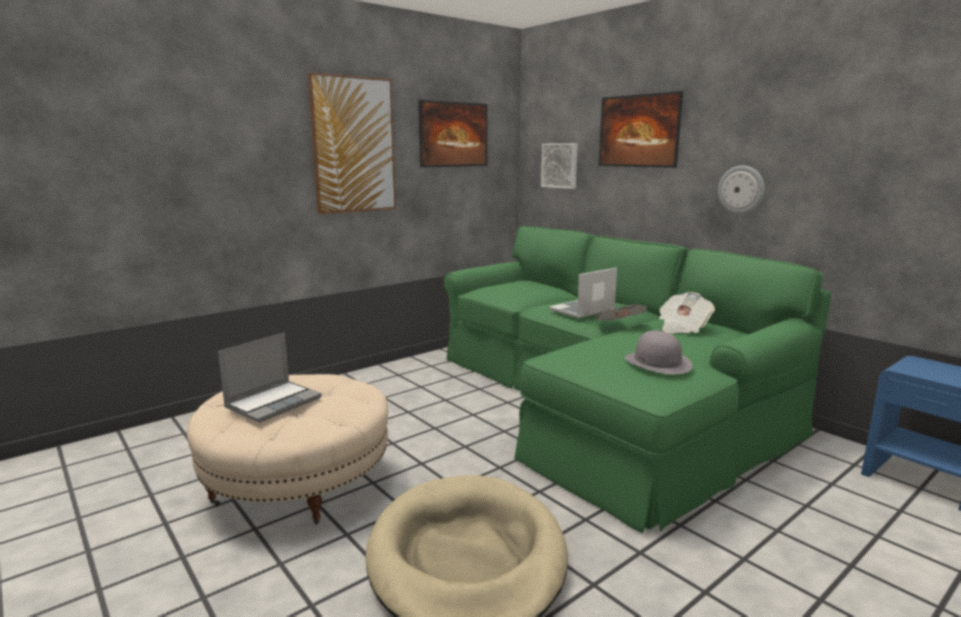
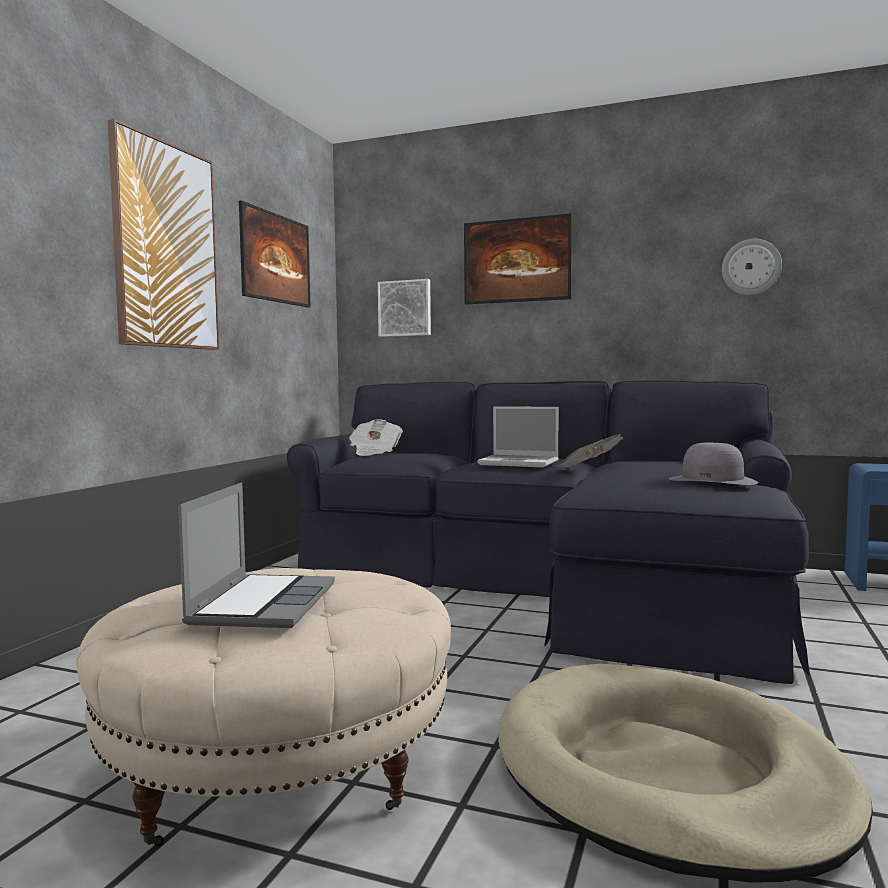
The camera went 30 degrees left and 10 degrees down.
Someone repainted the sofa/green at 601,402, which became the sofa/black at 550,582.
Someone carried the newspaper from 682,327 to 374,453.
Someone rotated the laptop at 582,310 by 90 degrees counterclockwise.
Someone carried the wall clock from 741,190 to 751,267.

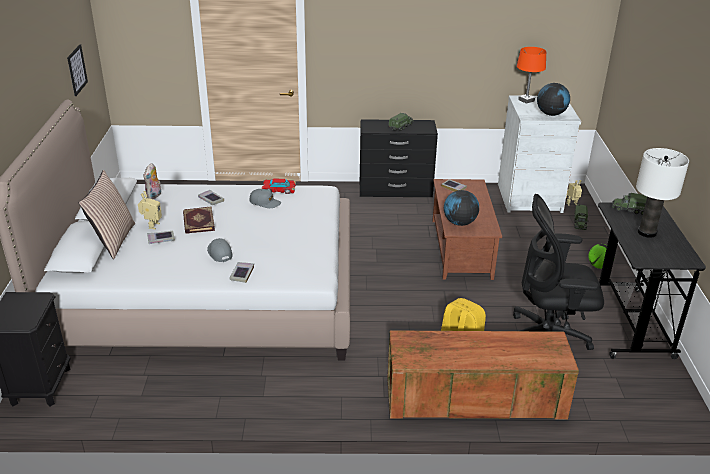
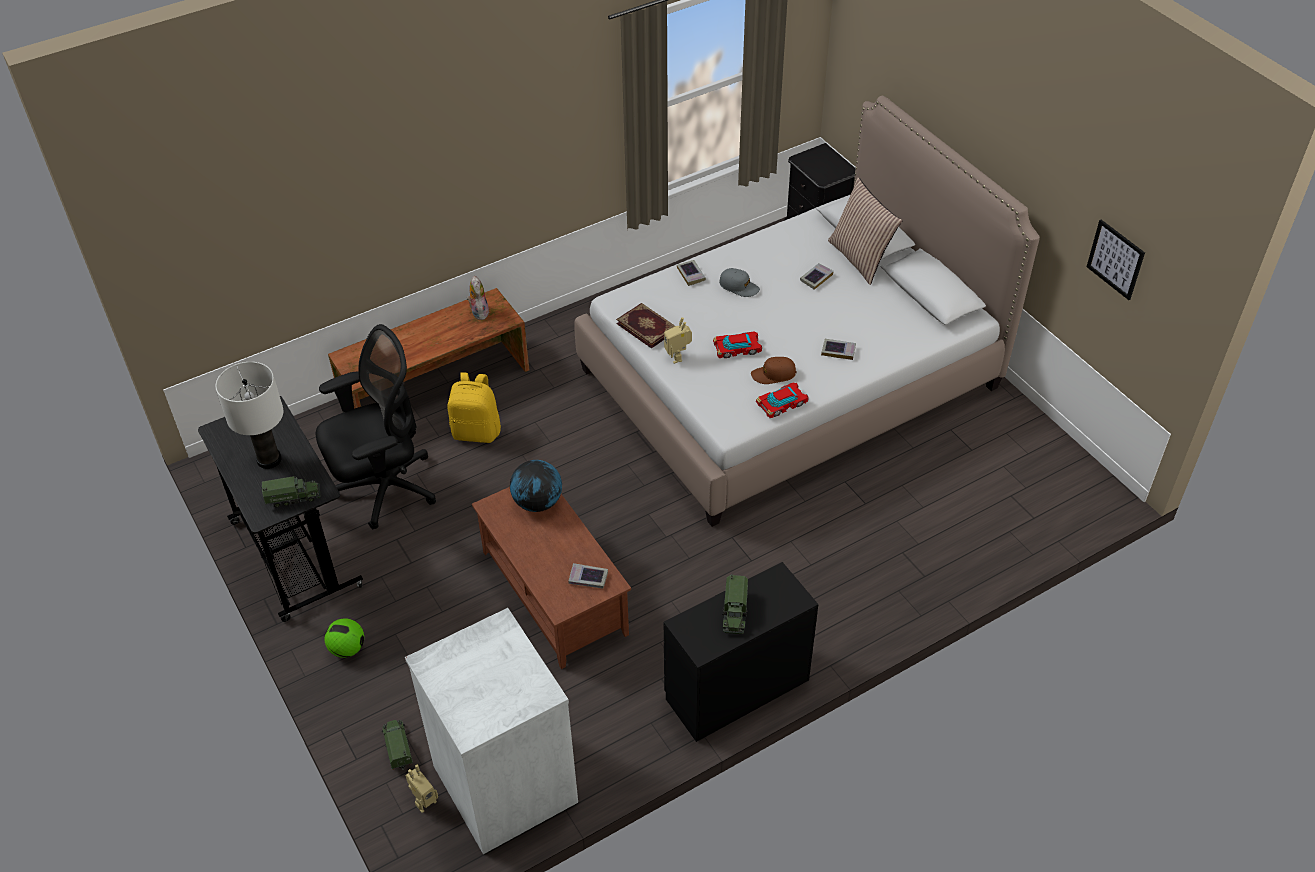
The camera went 150 degrees right and 15 degrees up.
Someone carried the plush toy from 154,196 to 478,312.
Someone carried the book from 198,222 to 647,327.
Someone carried the toy robot from 152,225 to 678,356.
Someone put down the toy car at 737,349.
Someone repainted the cap/grey at 265,202, which became the cap/brown at 773,374.
Someone took away the table lamp/orange at 526,100.
Someone took away the globe at 551,114.

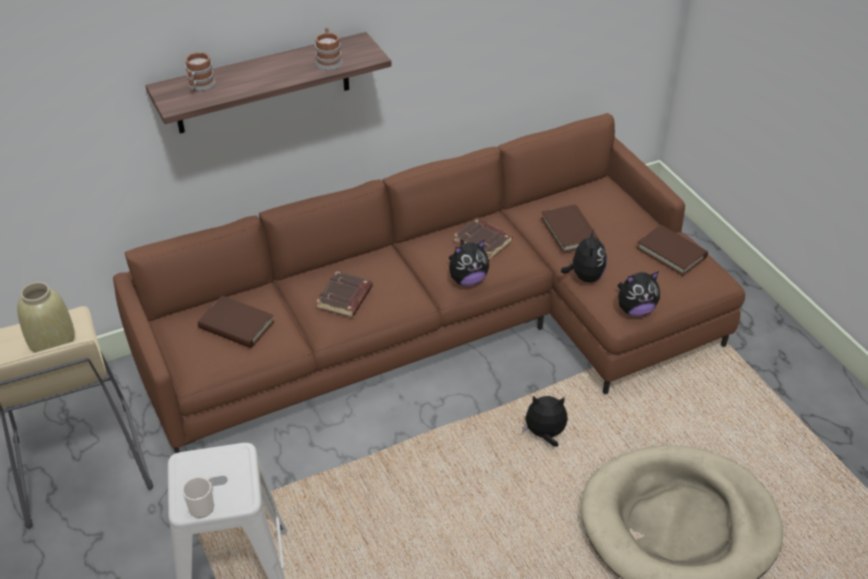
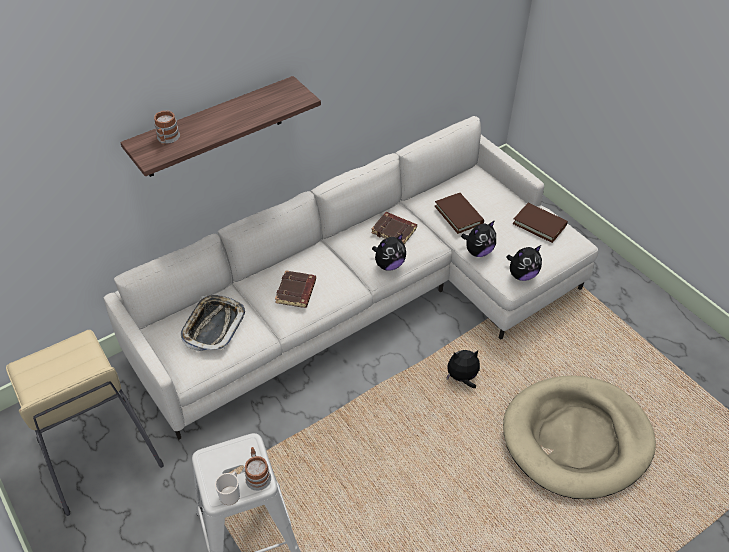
The camera went 10 degrees left and 5 degrees up.
Someone repainted the sofa/brown at 447,326, which became the sofa/white at 369,297.
Someone swapped the book/brown at 236,325 for the tray at 213,326.
Someone carried the mug from 328,61 to 257,475.
Someone rotated the plush toy at 584,276 by 60 degrees clockwise.
Someone took away the vase/beige at 53,345.

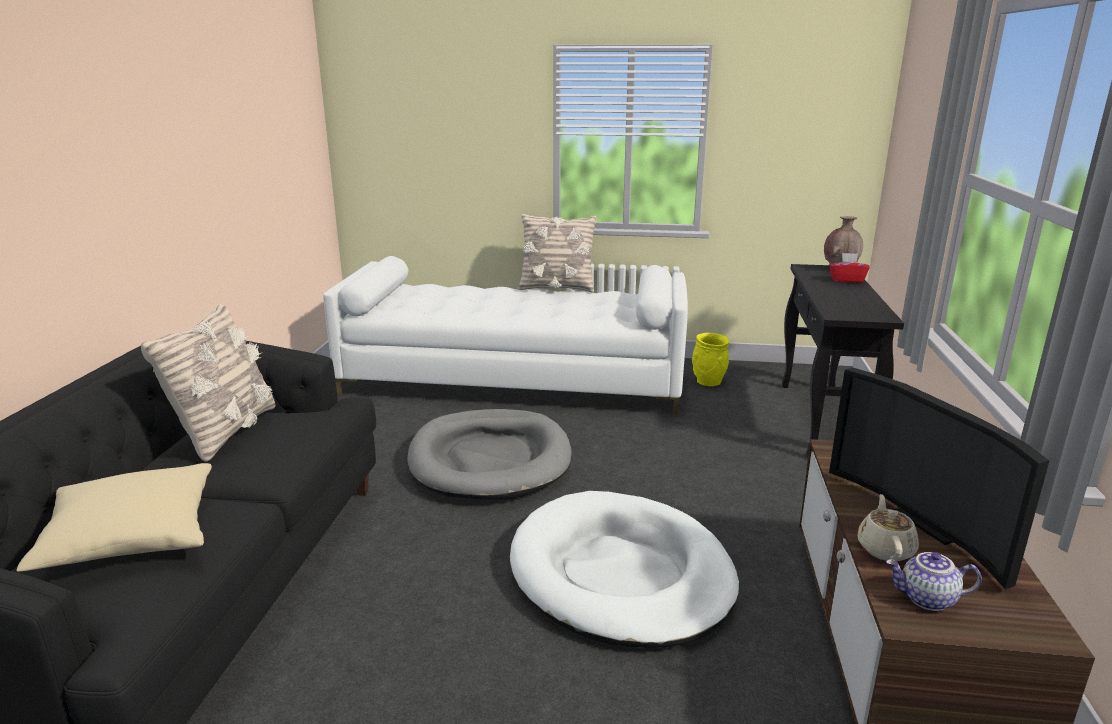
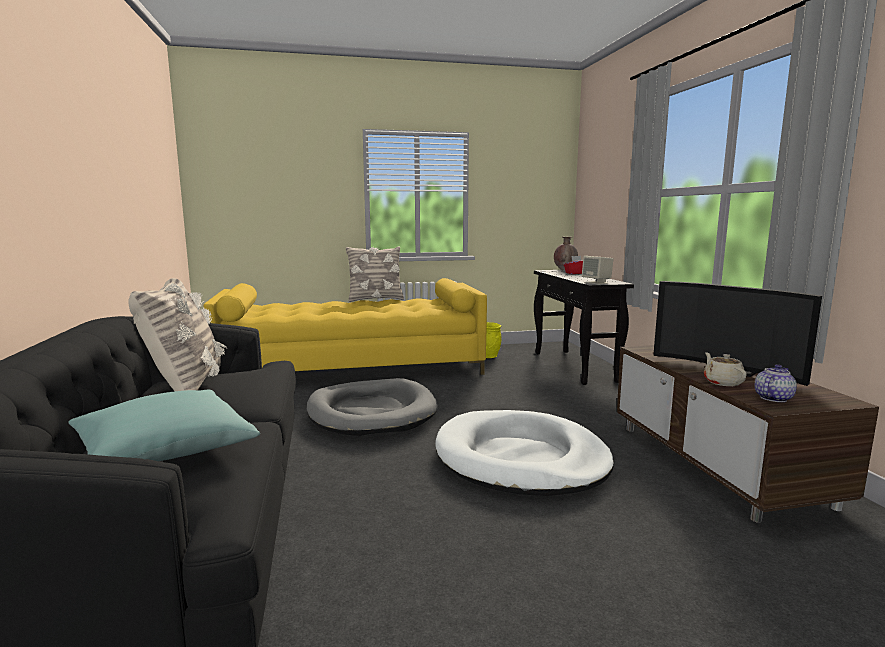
The camera went 20 degrees left and 10 degrees down.
Someone repainted the pillow/beige at 131,537, which became the pillow/turquoise at 164,451.
Someone repainted the sofa/white at 514,381, which became the sofa/yellow at 353,369.
Someone put down the speaker/beige at 596,283.
Someone rotated the teapot at 927,599 by 150 degrees clockwise.

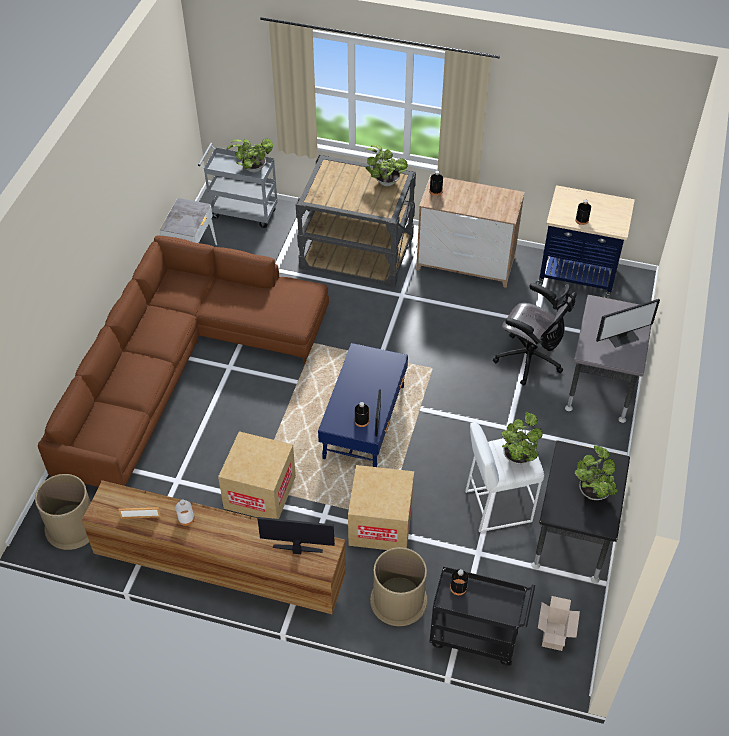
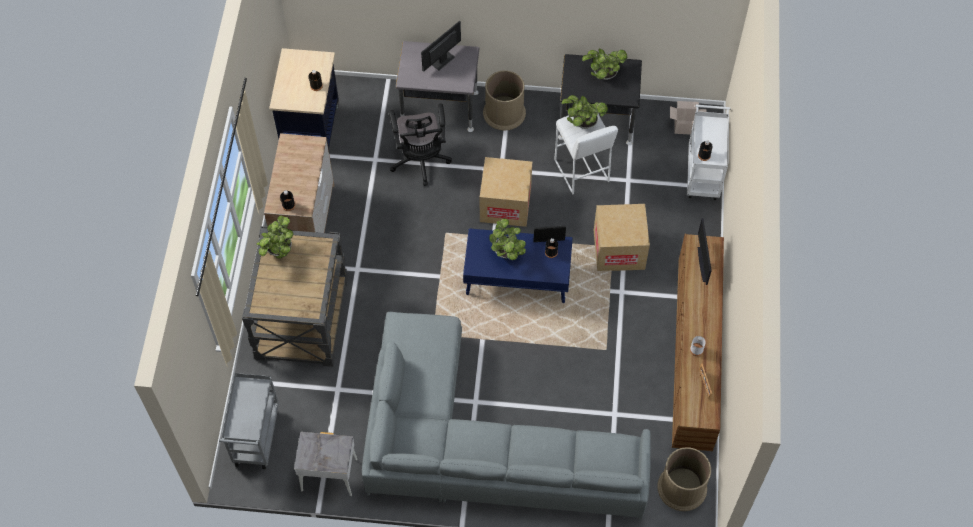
The camera went 100 degrees left and 10 degrees up.
Someone repainted the sofa/brown at 182,364, which became the sofa/grey at 480,444.
Someone rotated the office chair at 529,359 by 150 degrees clockwise.
Someone rotated the monitor at 623,337 by 105 degrees counterclockwise.
Someone carried the cardboard box from 260,492 to 505,204.
Someone carried the trash can/brown from 398,600 to 504,113.
Someone carried the potted plant from 252,169 to 507,253.
Someone repainted the cart/black at 476,640, which became the cart/white at 702,174.

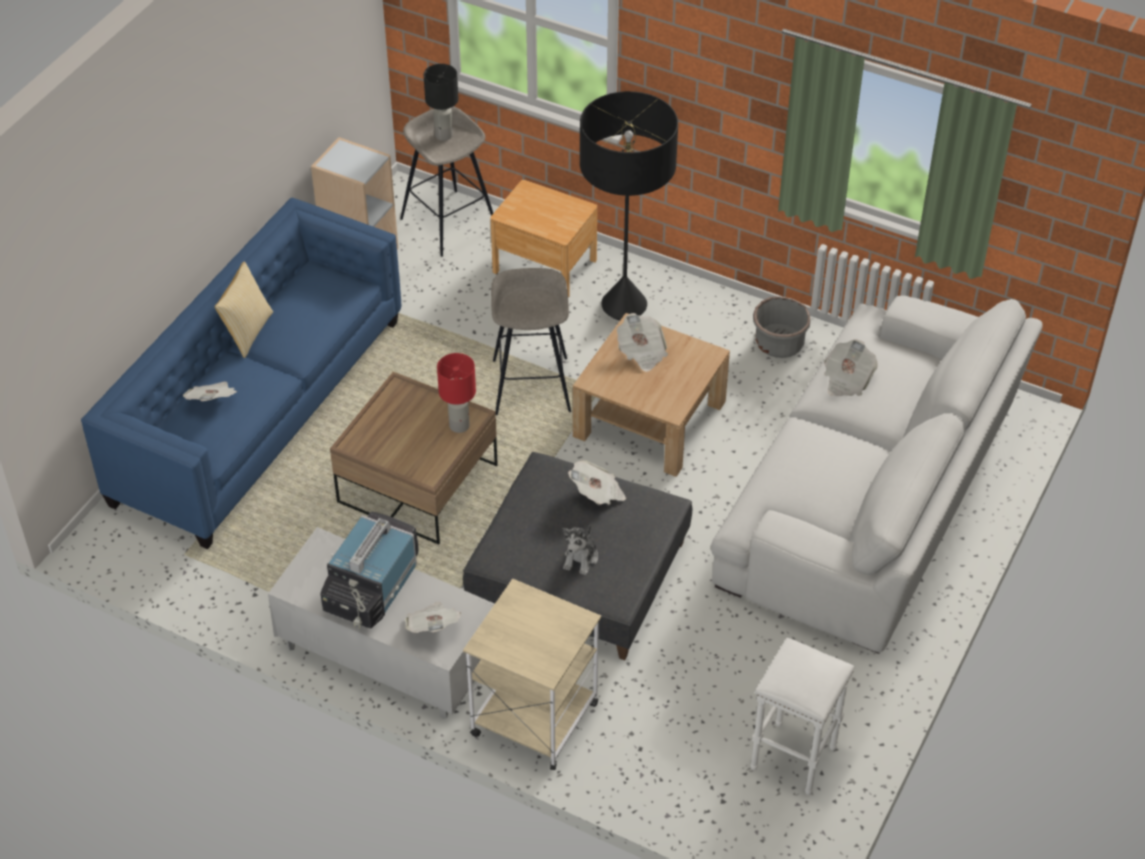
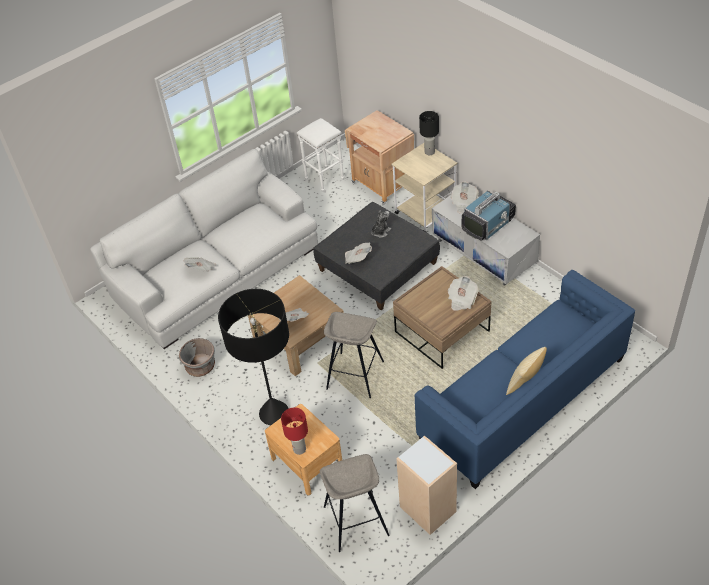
The camera went 155 degrees left and 0 degrees up.
Someone carried the table lamp/red from 459,425 to 299,449.
Someone put down the cart/brown at 383,185.
Someone carried the table lamp/black from 444,135 to 429,152.
Someone carried the newspaper from 213,401 to 461,300.

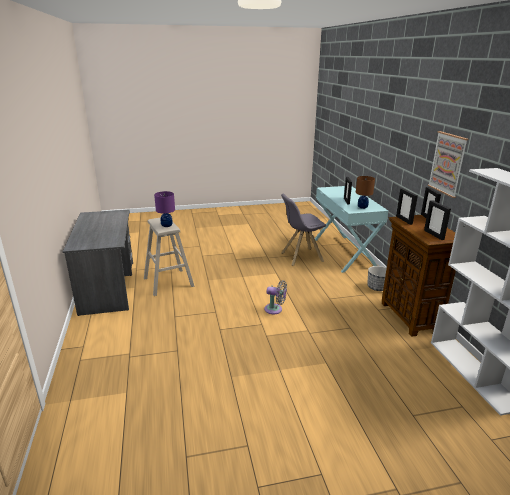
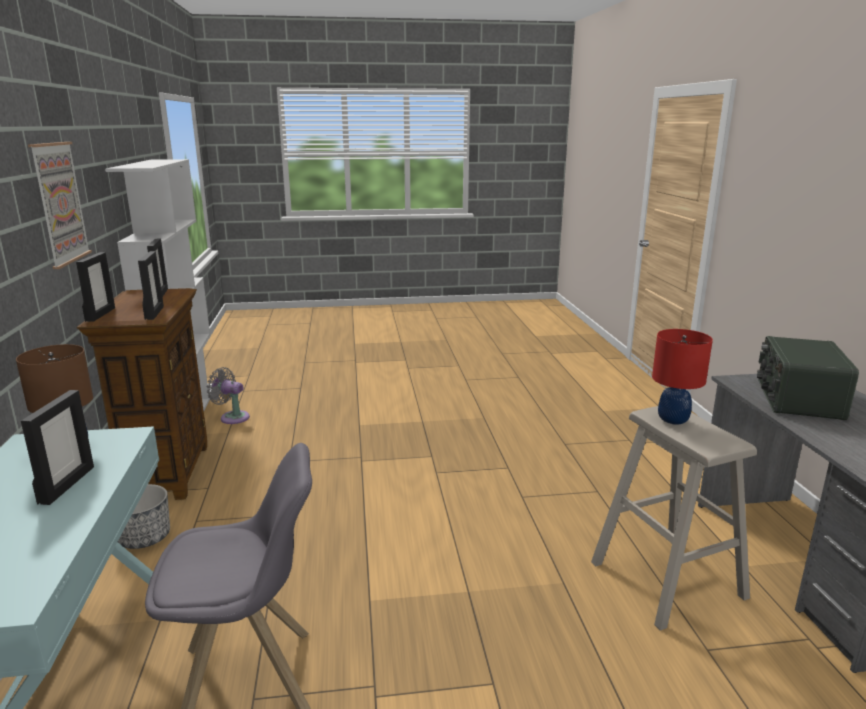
The camera went 175 degrees left and 5 degrees down.
Someone carried the fan/grey from 275,309 to 232,417.
Someone repainted the table lamp/purple at 167,226, which became the table lamp/red at 671,420.
Someone put down the radio at 797,399.

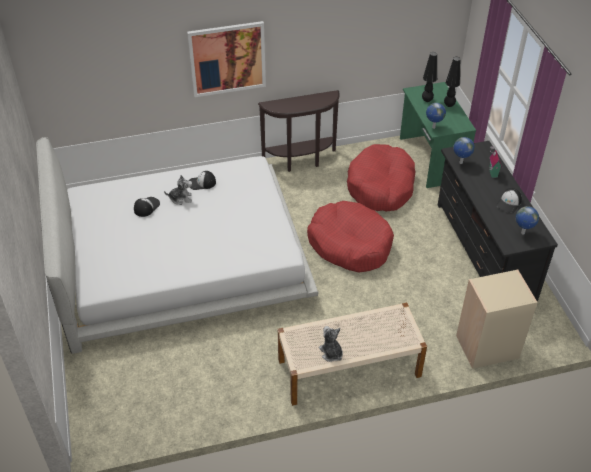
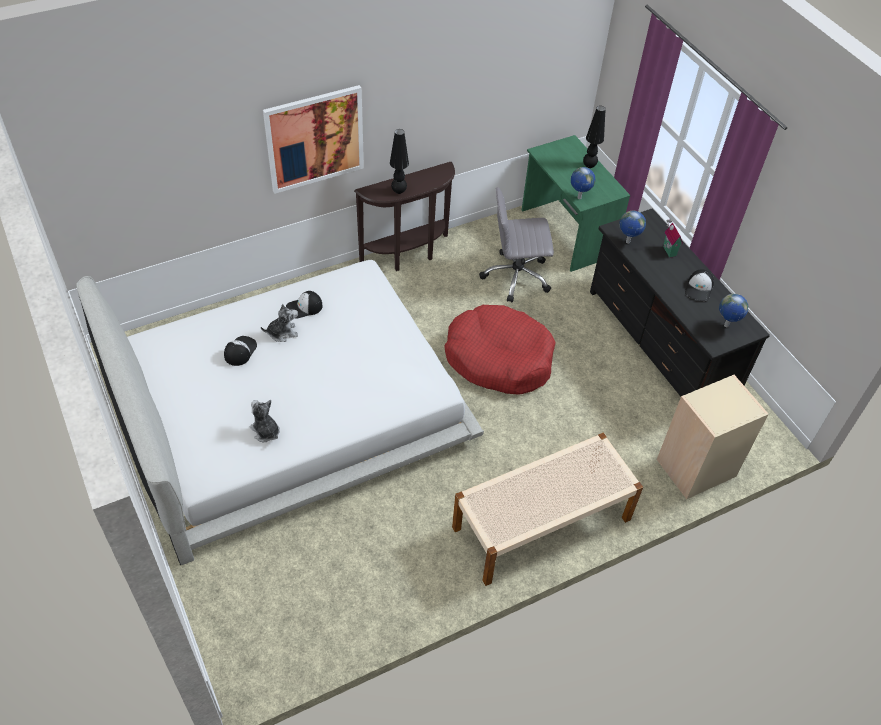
The camera went 15 degrees left and 5 degrees up.
Someone carried the plush toy from 331,353 to 265,431.
Someone carried the table lamp/black from 427,100 to 399,191.
Someone swapped the dog bed/red at 381,186 for the office chair/grey at 516,277.

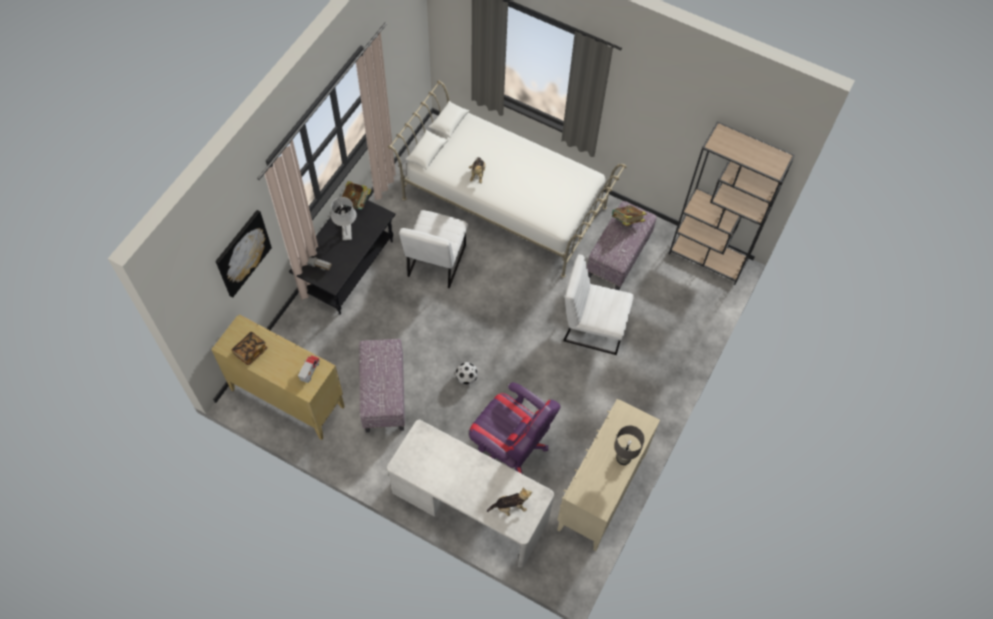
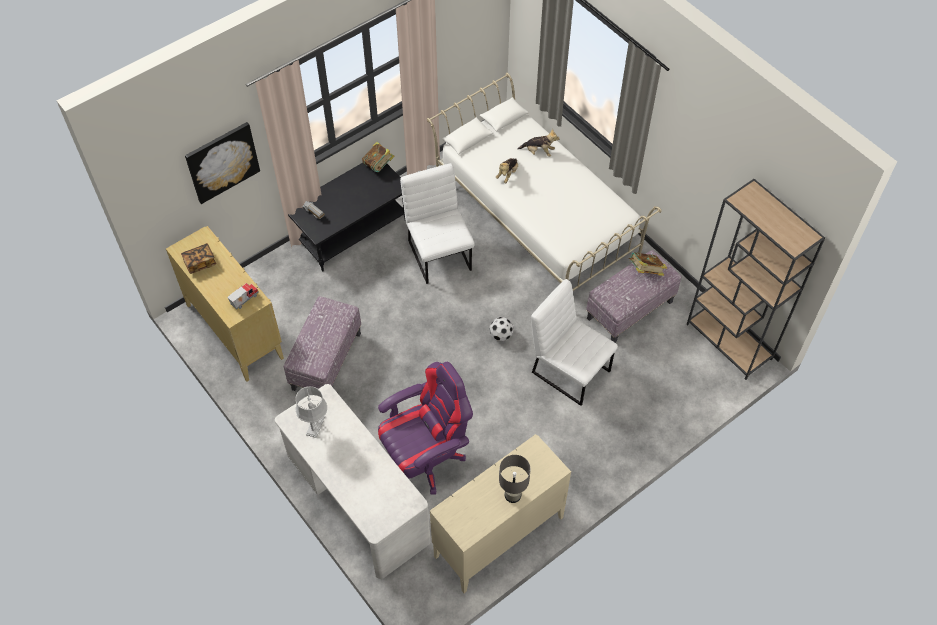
The camera went 25 degrees right and 5 degrees down.
Someone carried the table lamp/grey from 346,231 to 315,426.
Someone rotated the office chair/purple at 509,448 by 90 degrees counterclockwise.
Someone rotated the chair/white at 435,262 by 120 degrees clockwise.
Someone carried the football from 466,378 to 500,335.
Someone carried the plush toy from 510,506 to 538,152.

